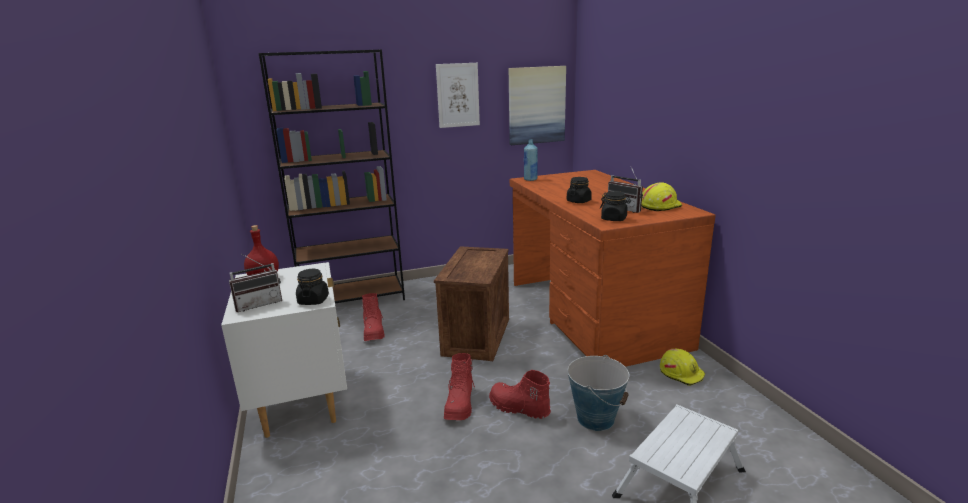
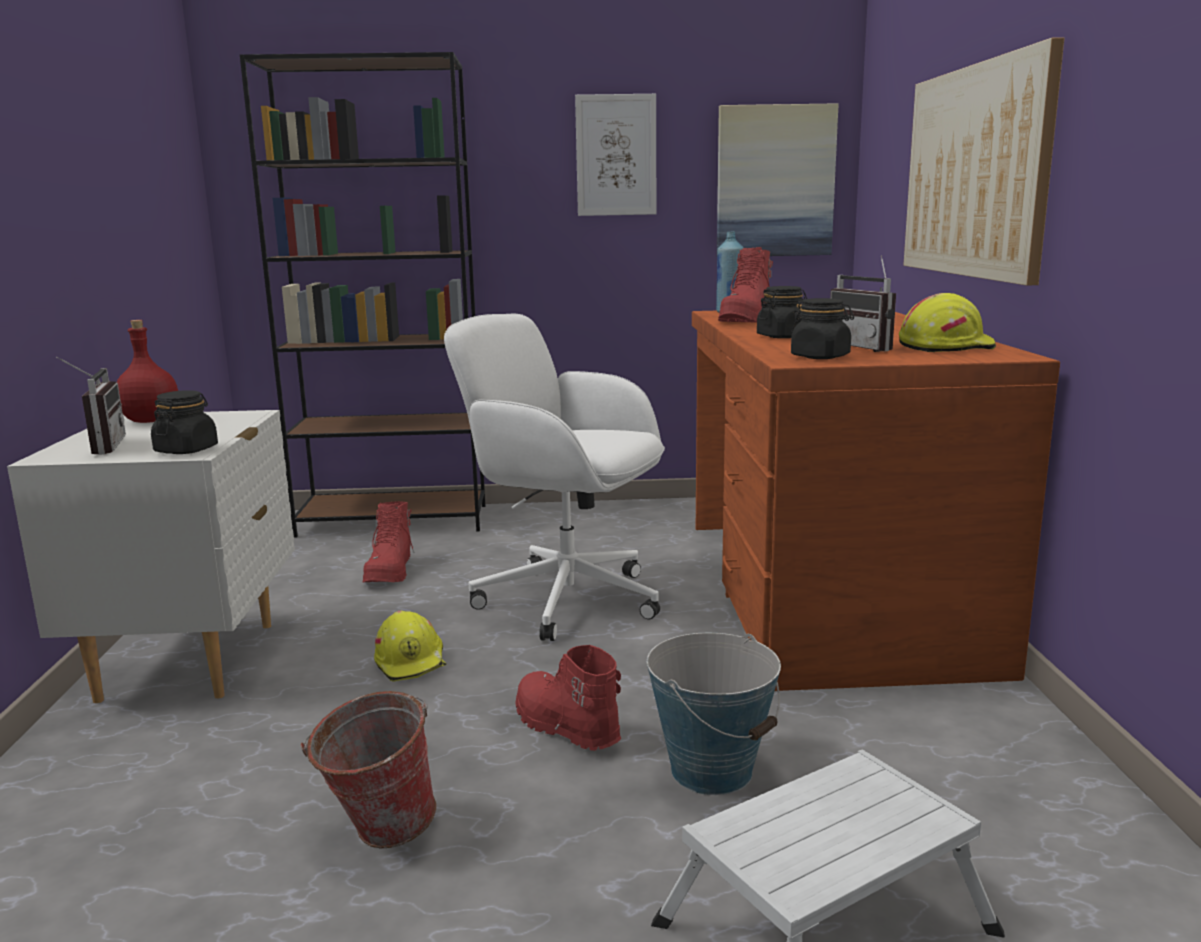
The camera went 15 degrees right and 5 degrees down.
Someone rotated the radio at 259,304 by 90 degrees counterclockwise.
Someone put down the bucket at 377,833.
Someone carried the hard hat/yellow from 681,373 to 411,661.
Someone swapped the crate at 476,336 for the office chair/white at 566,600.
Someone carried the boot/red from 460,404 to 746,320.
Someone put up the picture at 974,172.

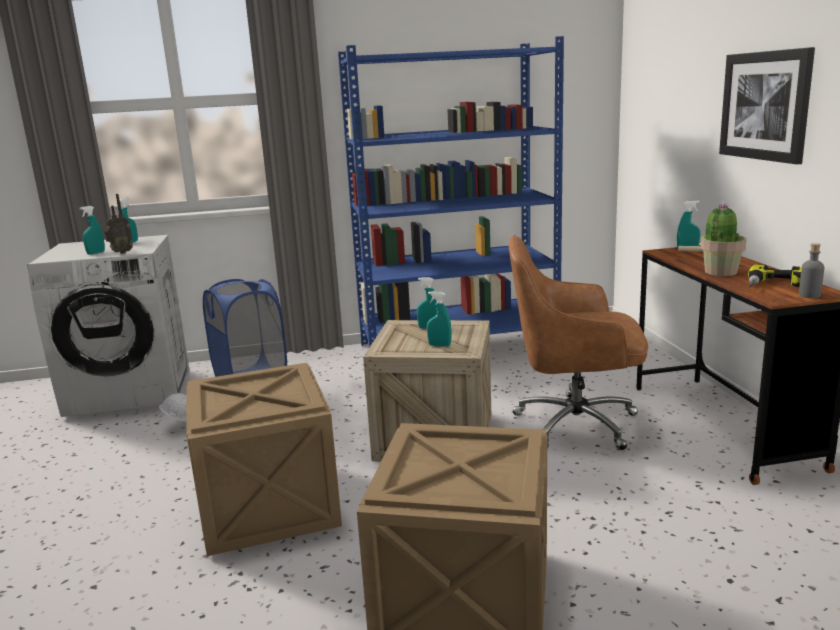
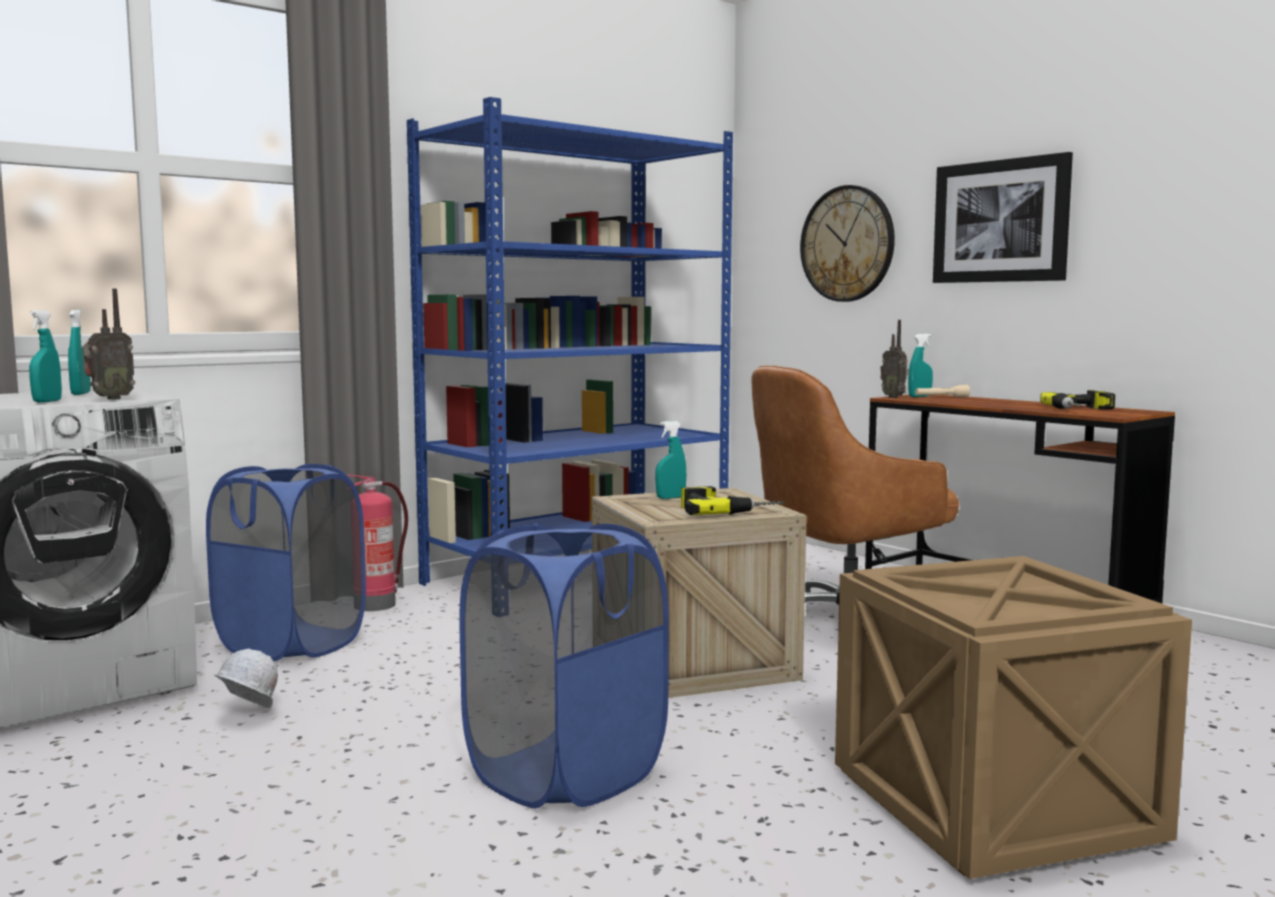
The camera went 30 degrees left and 10 degrees down.
Someone put down the fire extinguisher at 376,604.
Someone swapped the crate at 268,505 for the laundry basket/blue at 566,774.
Someone swapped the spray bottle/turquoise at 439,345 for the power drill at 726,510.
Someone put up the wall clock at 847,244.
Someone put down the radio at 894,397.
Someone took away the potted plant at 720,272.
Someone took away the bottle/grey at 809,295.

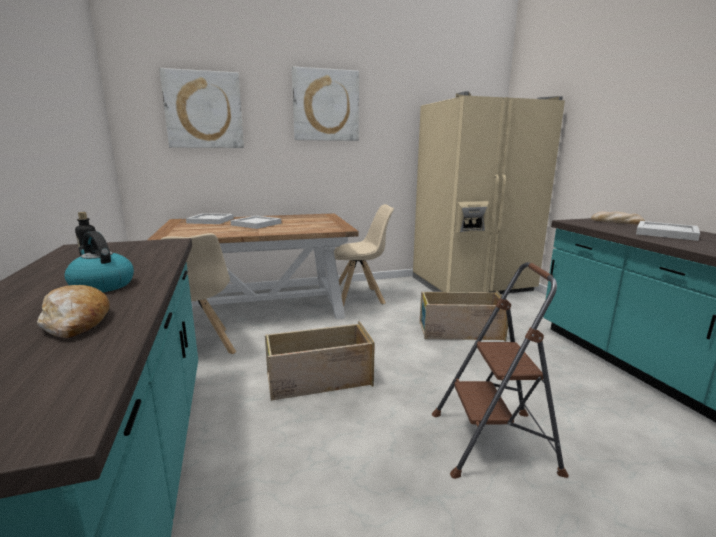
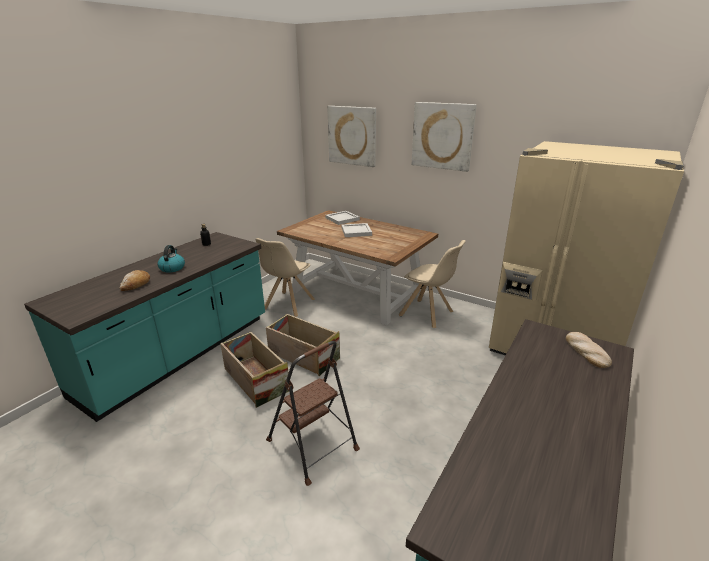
The camera went 50 degrees right and 10 degrees up.
Someone carried the crate from 460,332 to 255,379.
Someone took away the tray/white at 667,233.

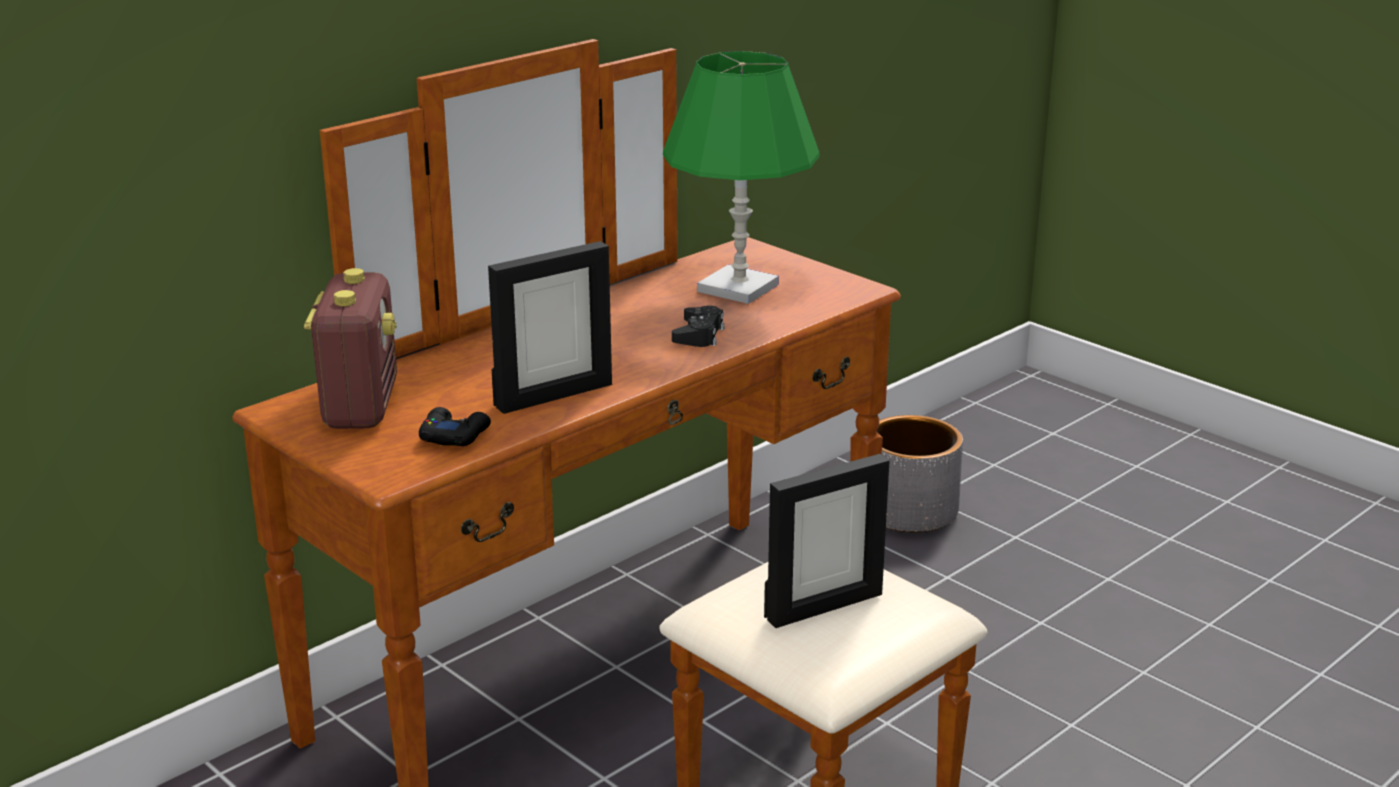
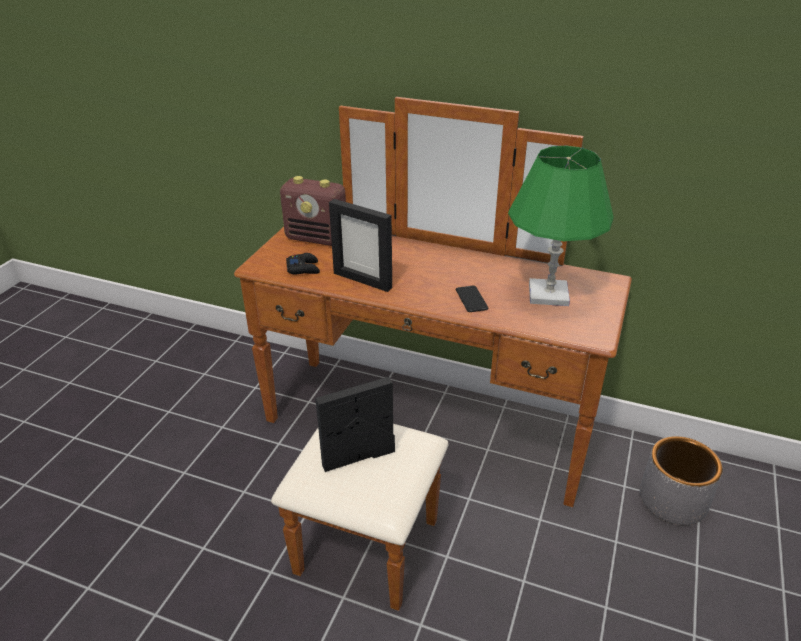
The camera went 65 degrees right and 10 degrees up.
Someone rotated the radio at 360,406 by 45 degrees clockwise.
Someone rotated the picture frame at 823,606 by 120 degrees clockwise.
Someone swapped the game controller/black at 699,335 for the phone at 471,299.

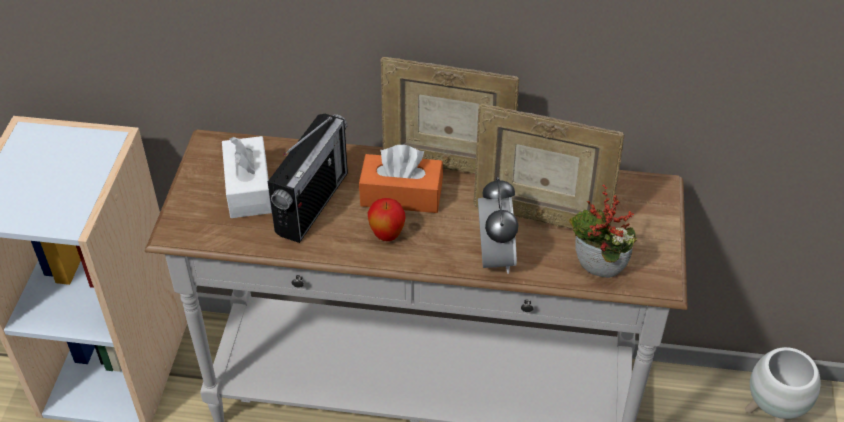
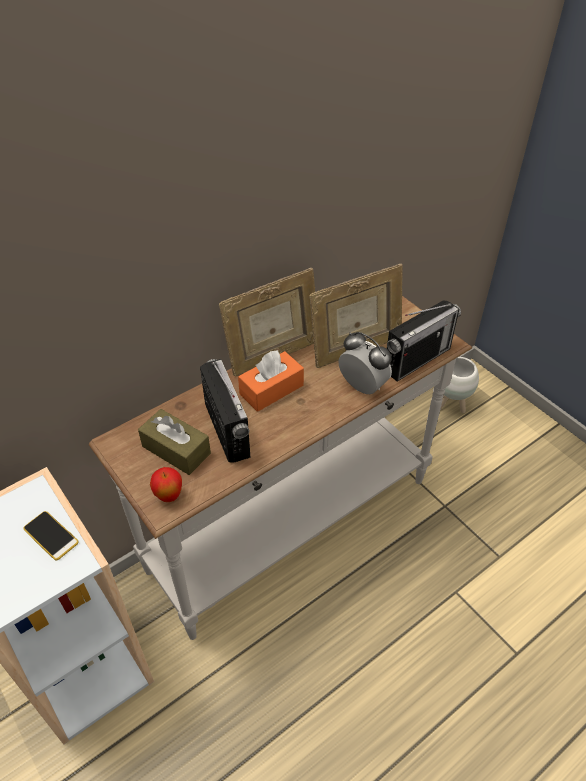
The camera went 45 degrees left and 0 degrees up.
Someone put down the phone at 51,535.
Someone repainted the tissue box/white at 248,188, which became the tissue box/brown at 176,450.
Someone carried the apple from 387,235 to 169,496.
Someone swapped the potted plant at 595,273 for the radio at 417,359.

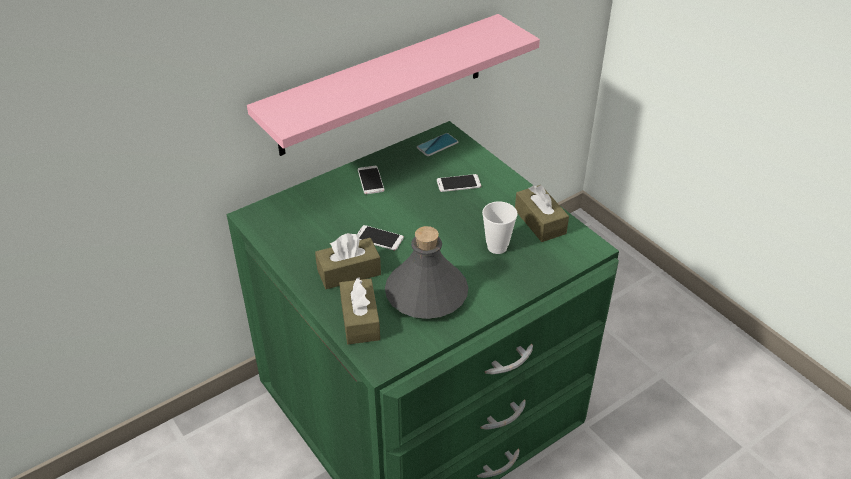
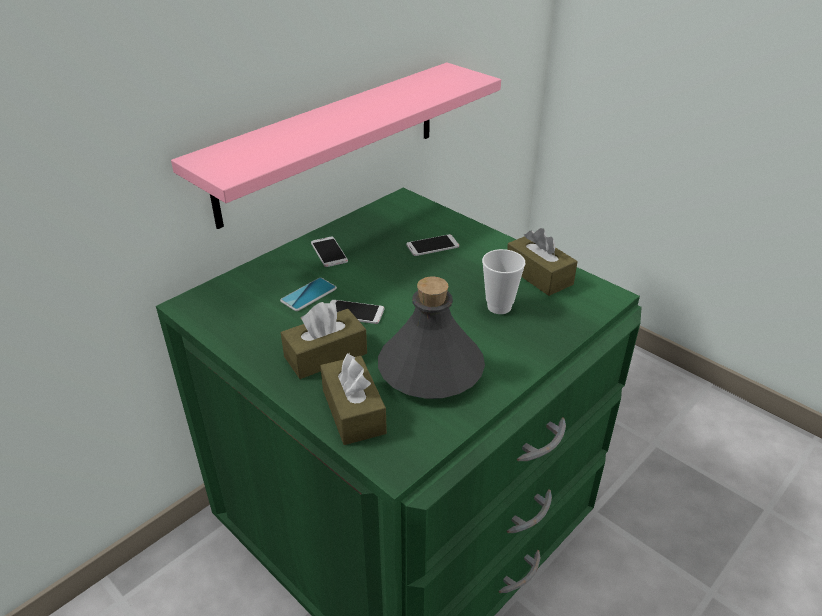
The camera went 10 degrees left and 5 degrees down.
Someone carried the phone from 437,145 to 308,295.

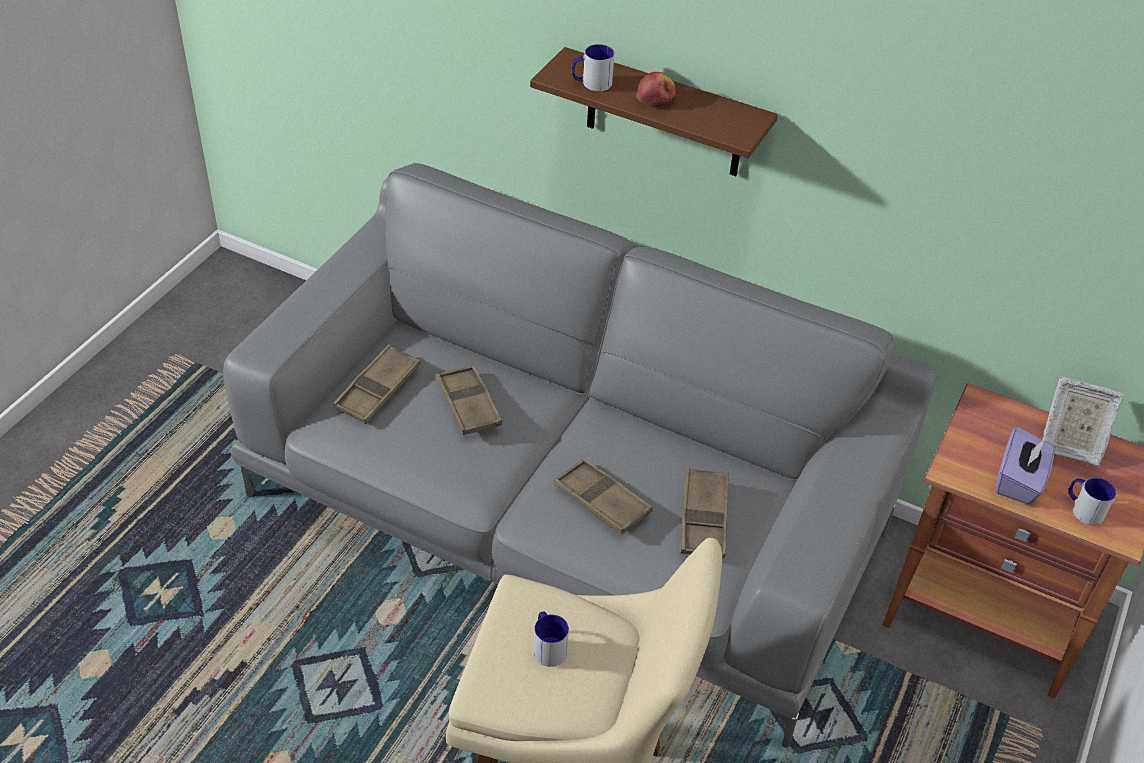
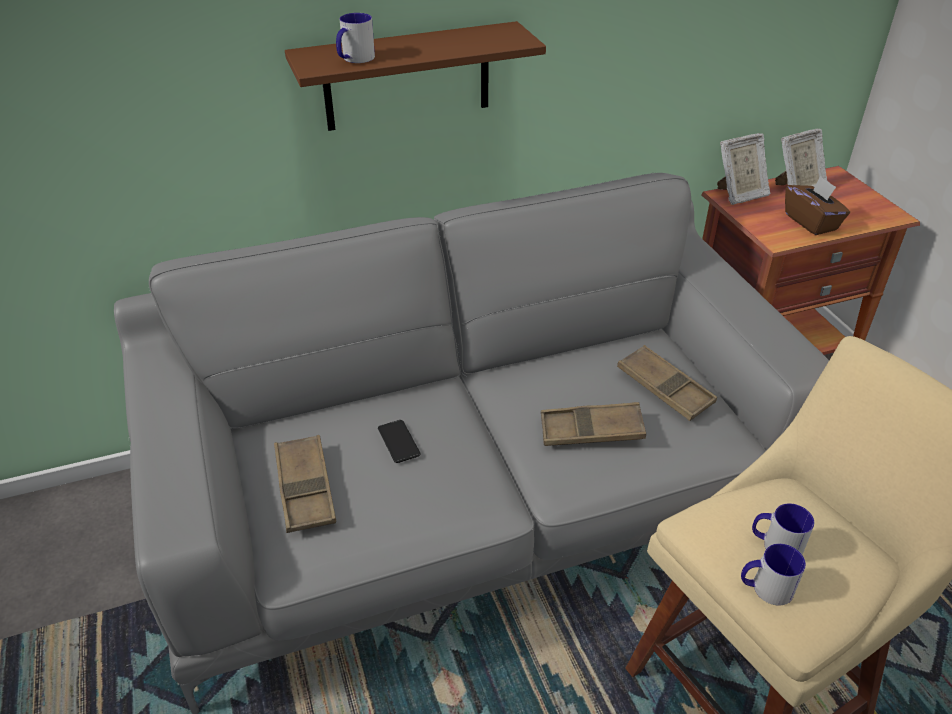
The camera went 45 degrees left and 5 degrees down.
Someone swapped the tray/brown at 468,405 for the phone at 398,442.
Someone put down the picture frame at 739,195.
Someone carried the mug from 1083,509 to 765,588.
Someone repainted the tissue box/purple at 1018,481, which became the tissue box/brown at 811,222.
Someone took away the apple at 655,98.

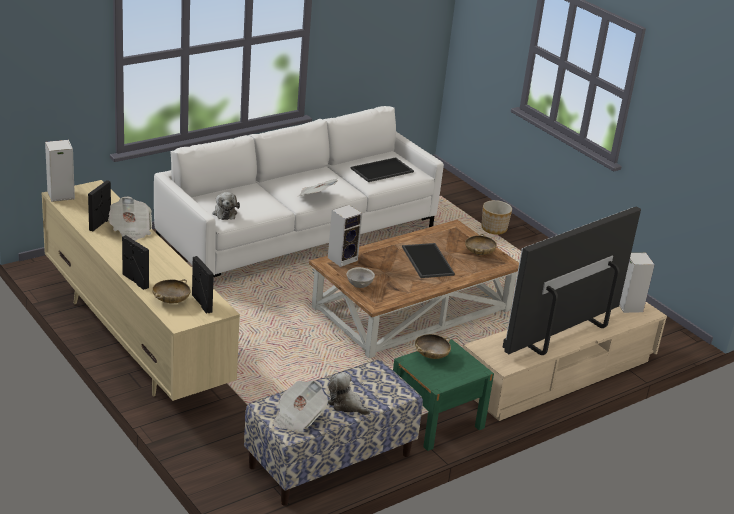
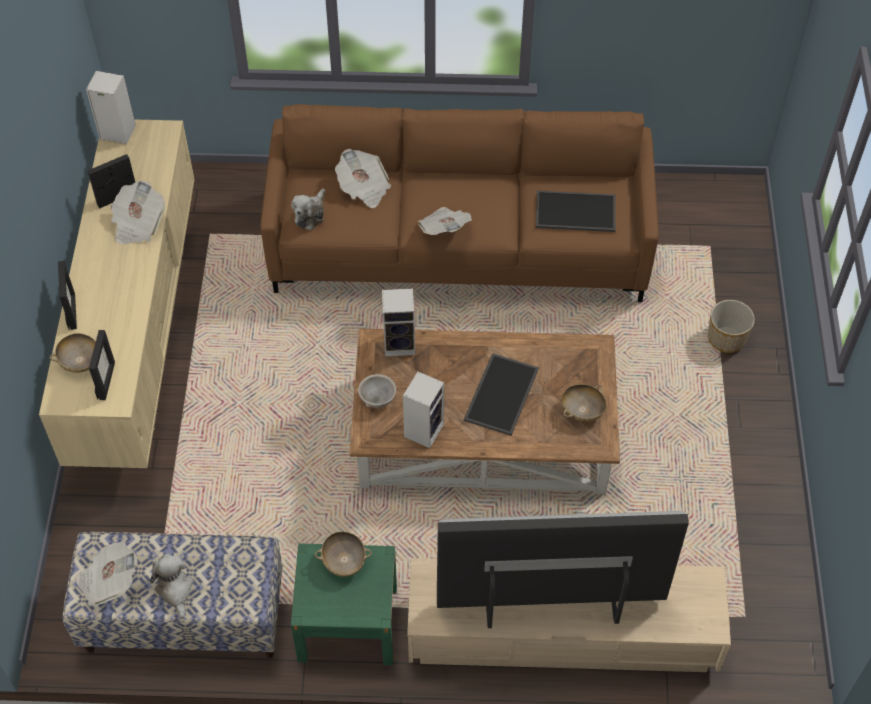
The camera went 40 degrees right and 25 degrees up.
Someone repainted the sofa/white at 299,236, which became the sofa/brown at 459,245.
Someone put down the newspaper at 363,188.
Someone carried the speaker from 628,305 to 424,429.

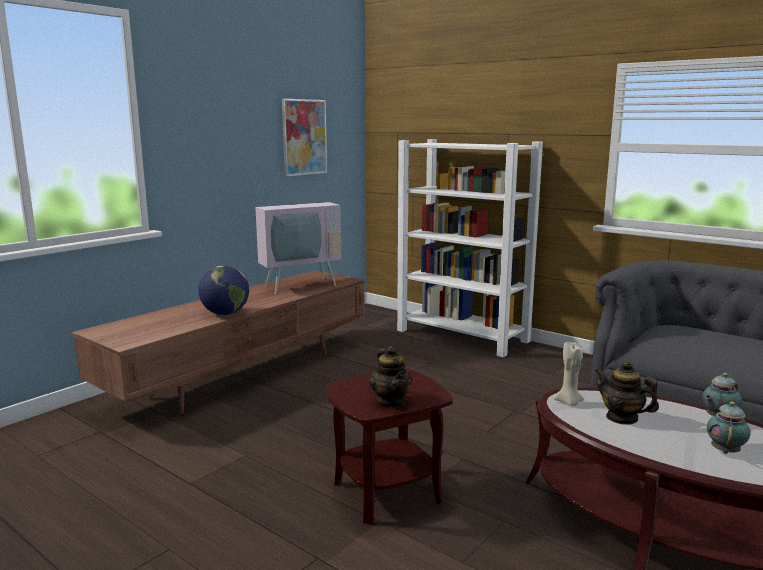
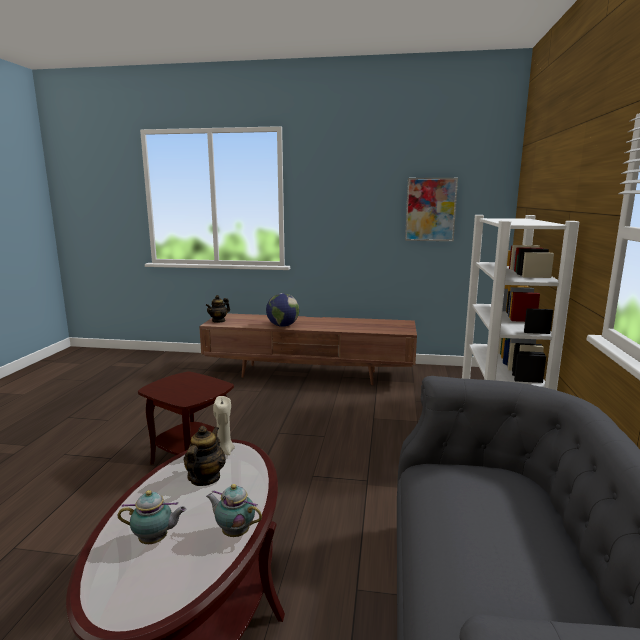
The camera went 60 degrees right and 0 degrees up.
Someone carried the teapot from 391,401 to 218,321.
Someone took away the television at 298,285.

